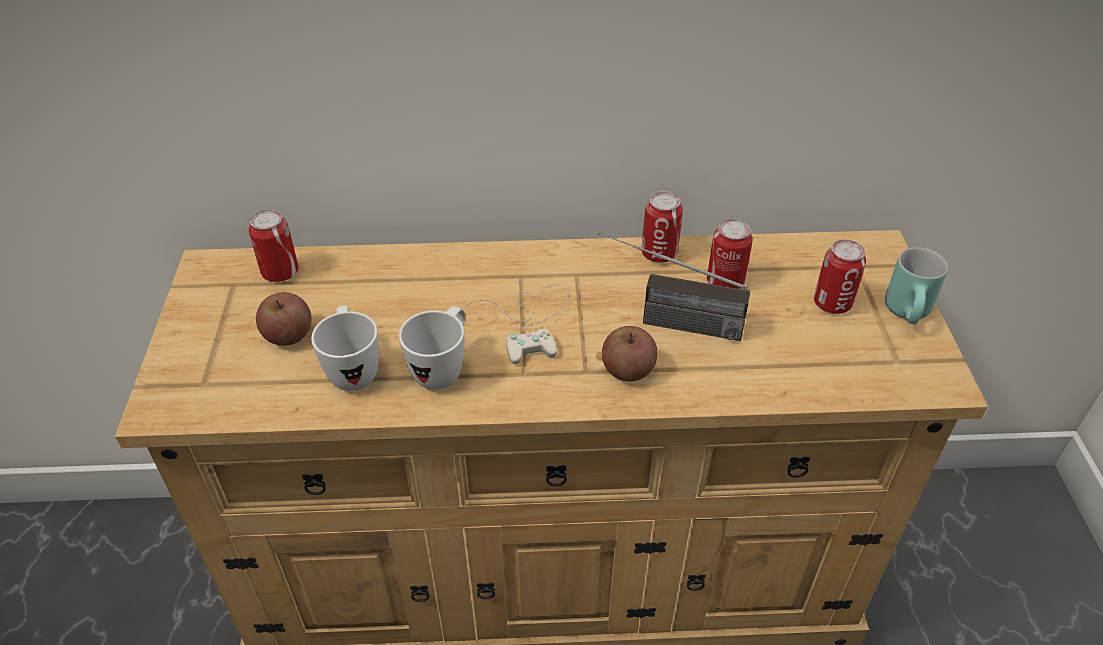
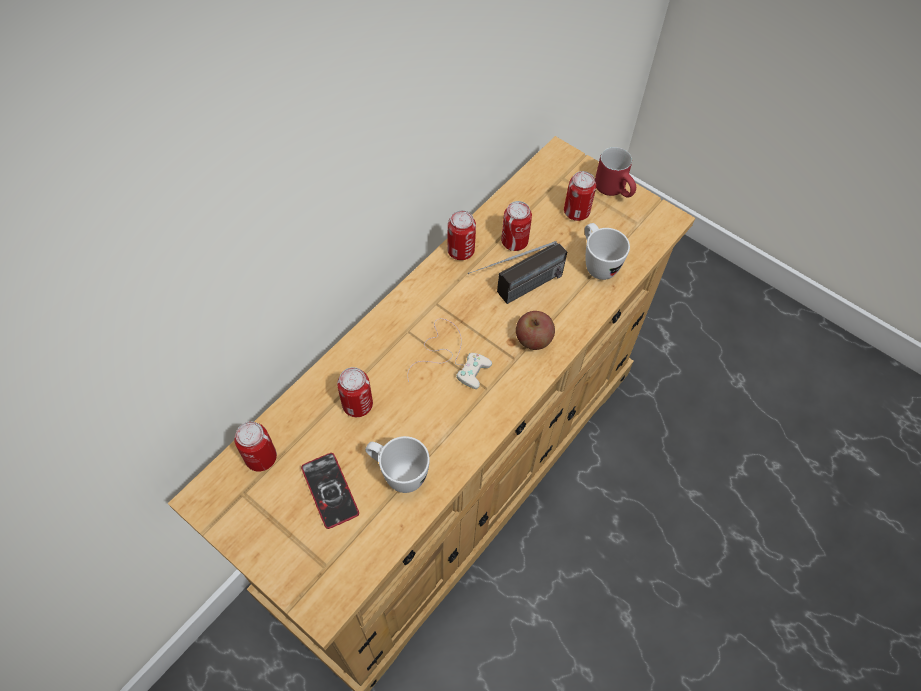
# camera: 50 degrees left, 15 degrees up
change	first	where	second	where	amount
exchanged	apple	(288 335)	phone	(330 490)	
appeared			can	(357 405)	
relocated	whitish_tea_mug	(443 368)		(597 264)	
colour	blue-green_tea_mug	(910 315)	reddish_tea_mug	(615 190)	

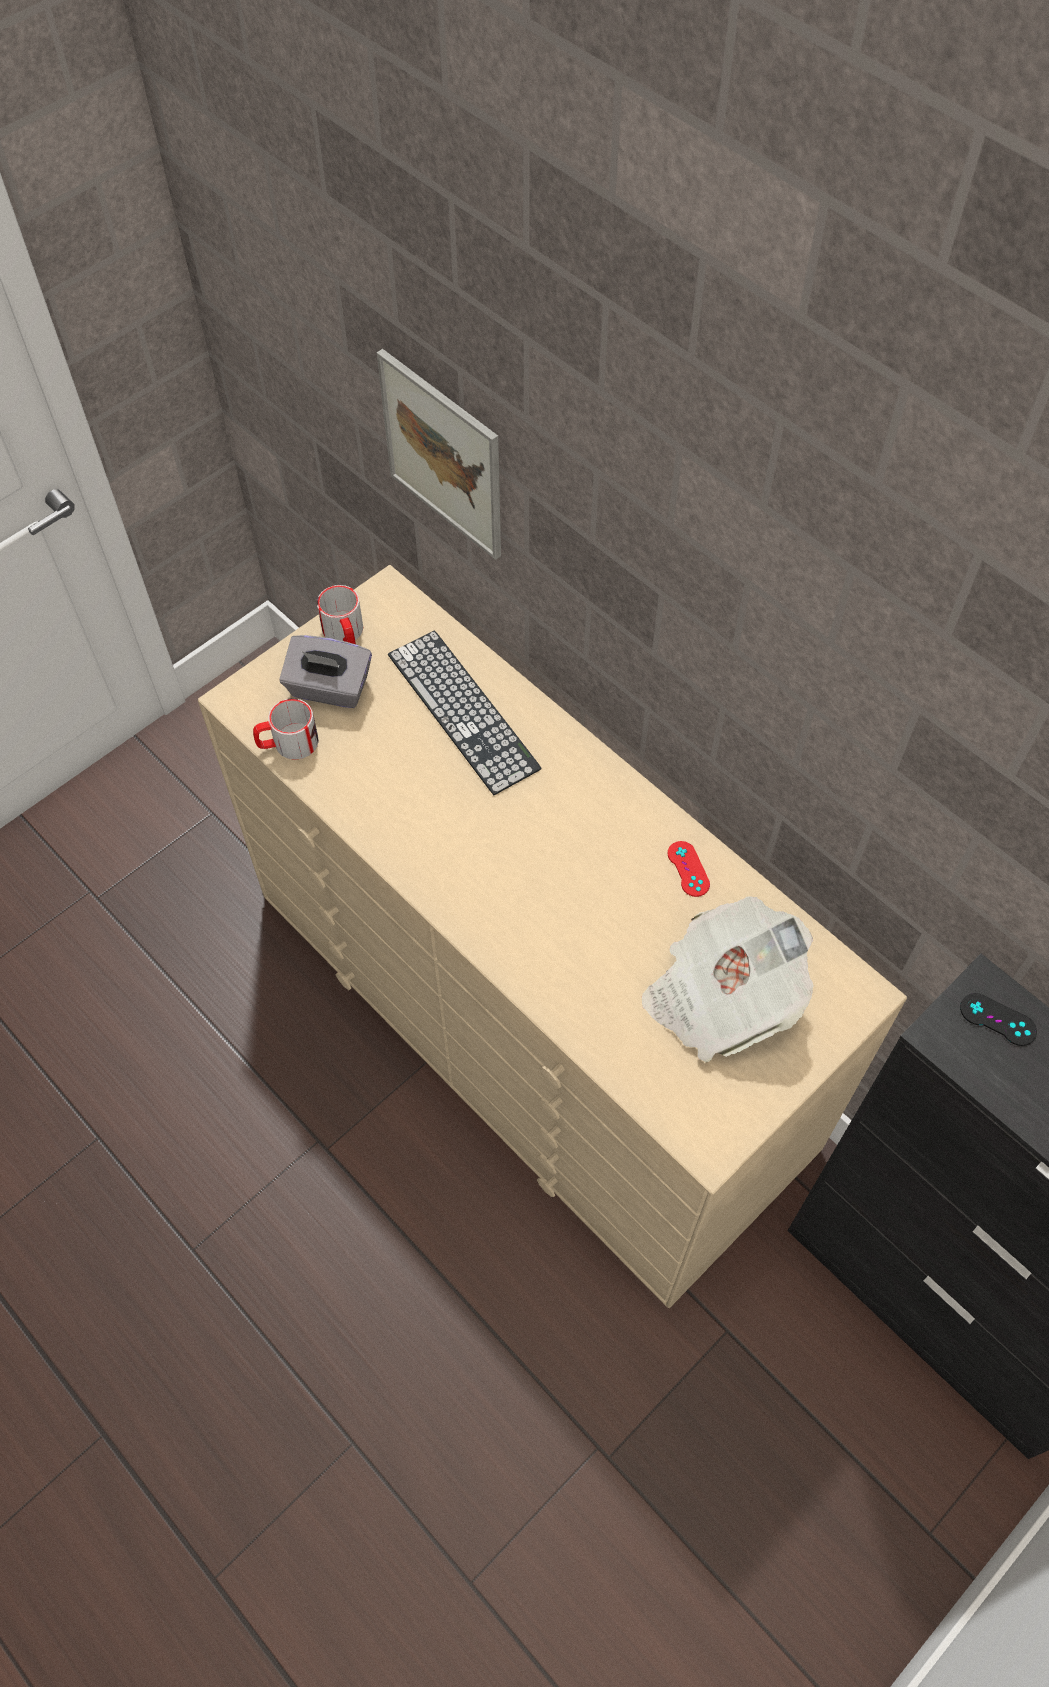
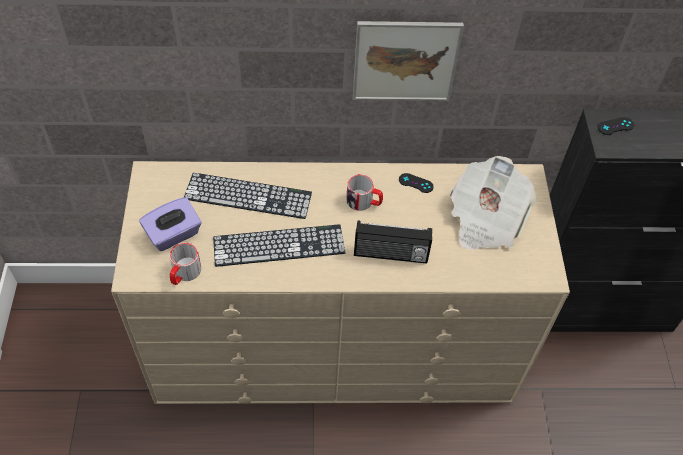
# camera: 50 degrees left, 5 degrees down
change	first	where	second	where	amount
colour	grey_tissue_holder	(329 689)	purple_tissue_holder	(174 235)	
appeared			computer_keyboard	(279 245)	
relocated	tea_mug	(345 634)		(364 202)	
relocated	wall_picture	(443 455)		(405 61)	
appeared			radio	(390 255)	
colour	reddish_gamepad	(688 869)	blackish_gamepad	(416 183)	

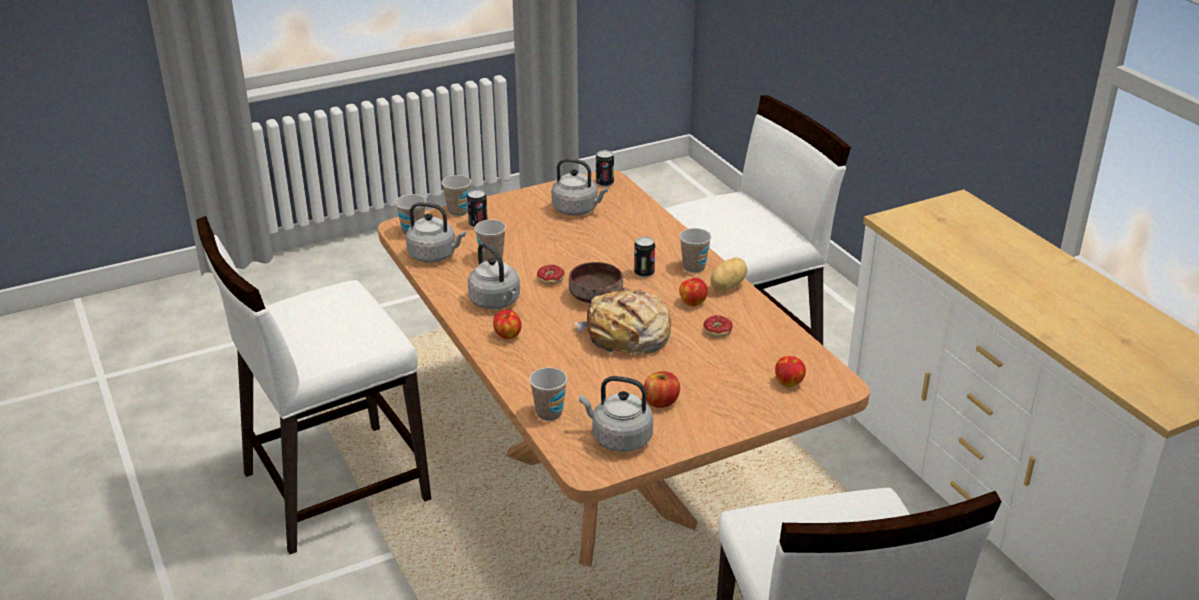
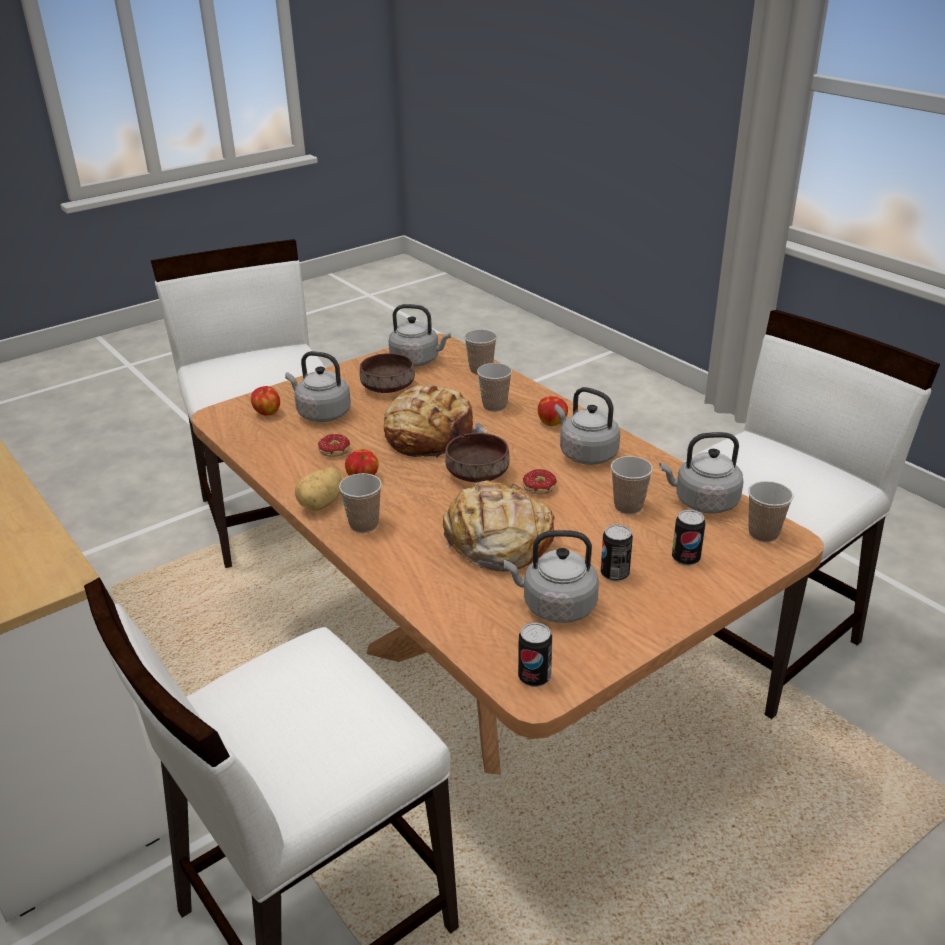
# camera: 170 degrees right, 0 degrees up
change	first	where	second	where	amount
appeared			grey_water_kettle	(321 413)	
exchanged	apple	(661 402)	brown-coloured_deep_dish	(386 387)	
appeared			bread	(497 541)	
relocated	cup	(458 212)		(494 406)	
relocated	can	(644 273)		(614 574)	

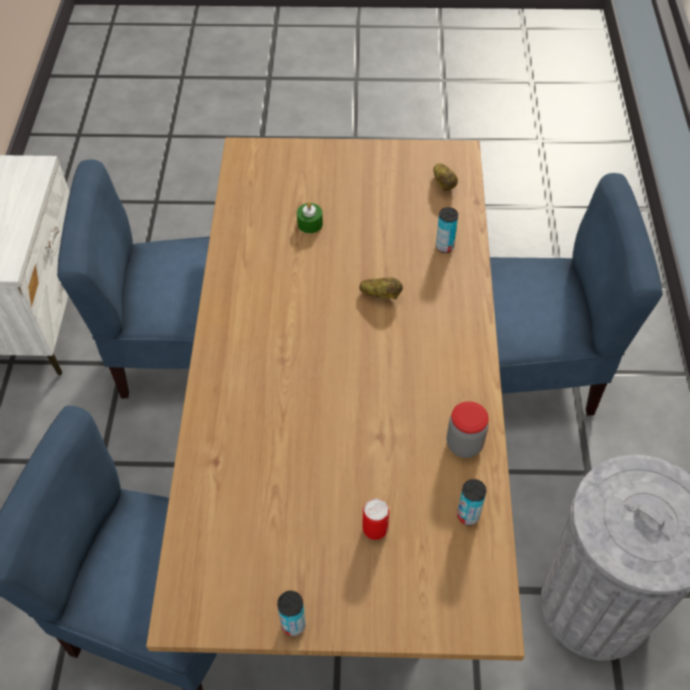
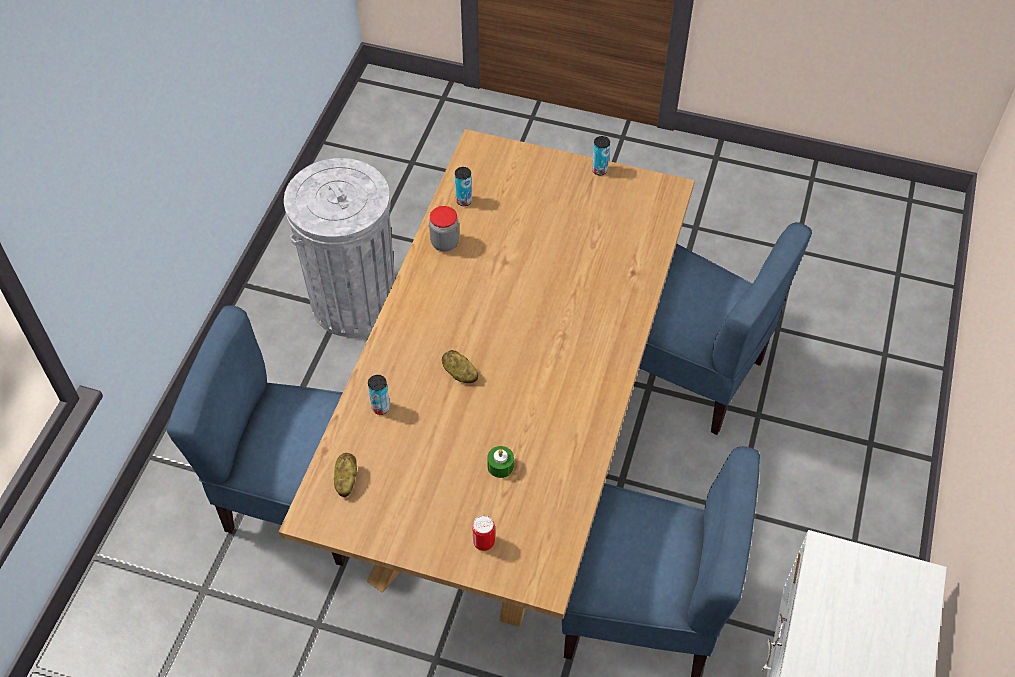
# camera: 165 degrees left, 0 degrees up
change	first	where	second	where	amount
relocated	can	(375 529)		(484 542)	

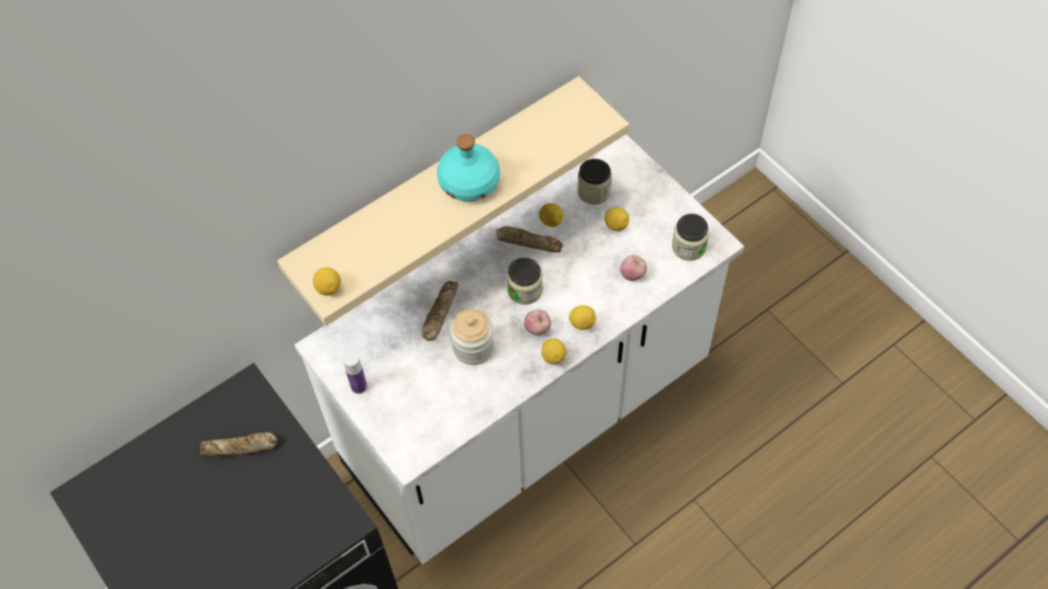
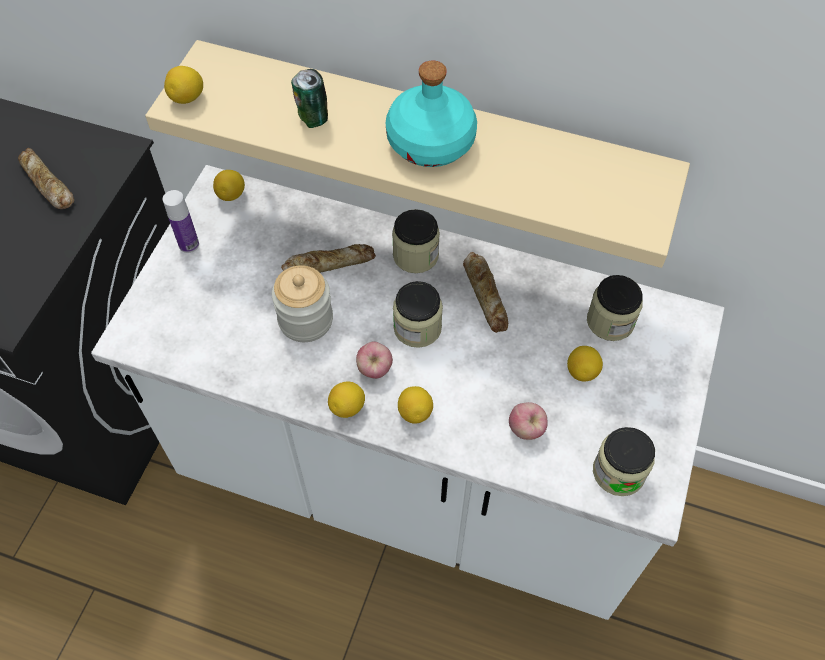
# camera: 55 degrees right, 0 degrees up
change	first	where	second	where	amount
relocated	lemon	(551 221)		(231 195)	
appeared			can	(313 119)	
appeared			jar	(415 255)	

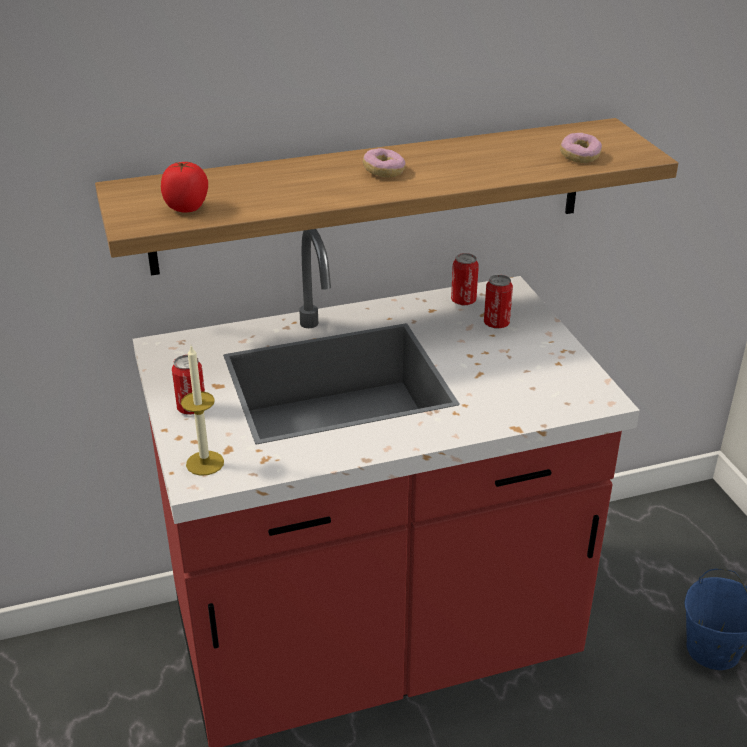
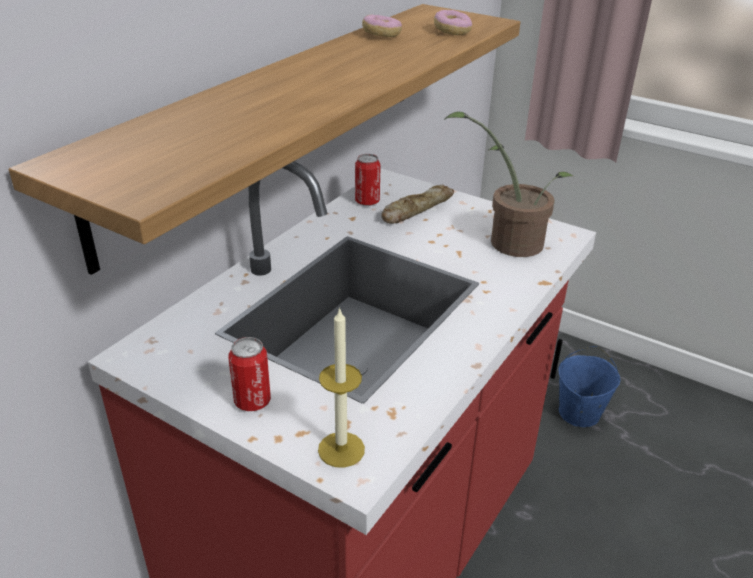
# camera: 40 degrees left, 0 degrees up
change	first	where	second	where	amount
relocated	donut	(384 172)		(381 35)	
exchanged	can	(496 324)	bread	(416 209)	
appeared			plant_in_a_pot	(508 241)	
missing	tomato	(187 208)			

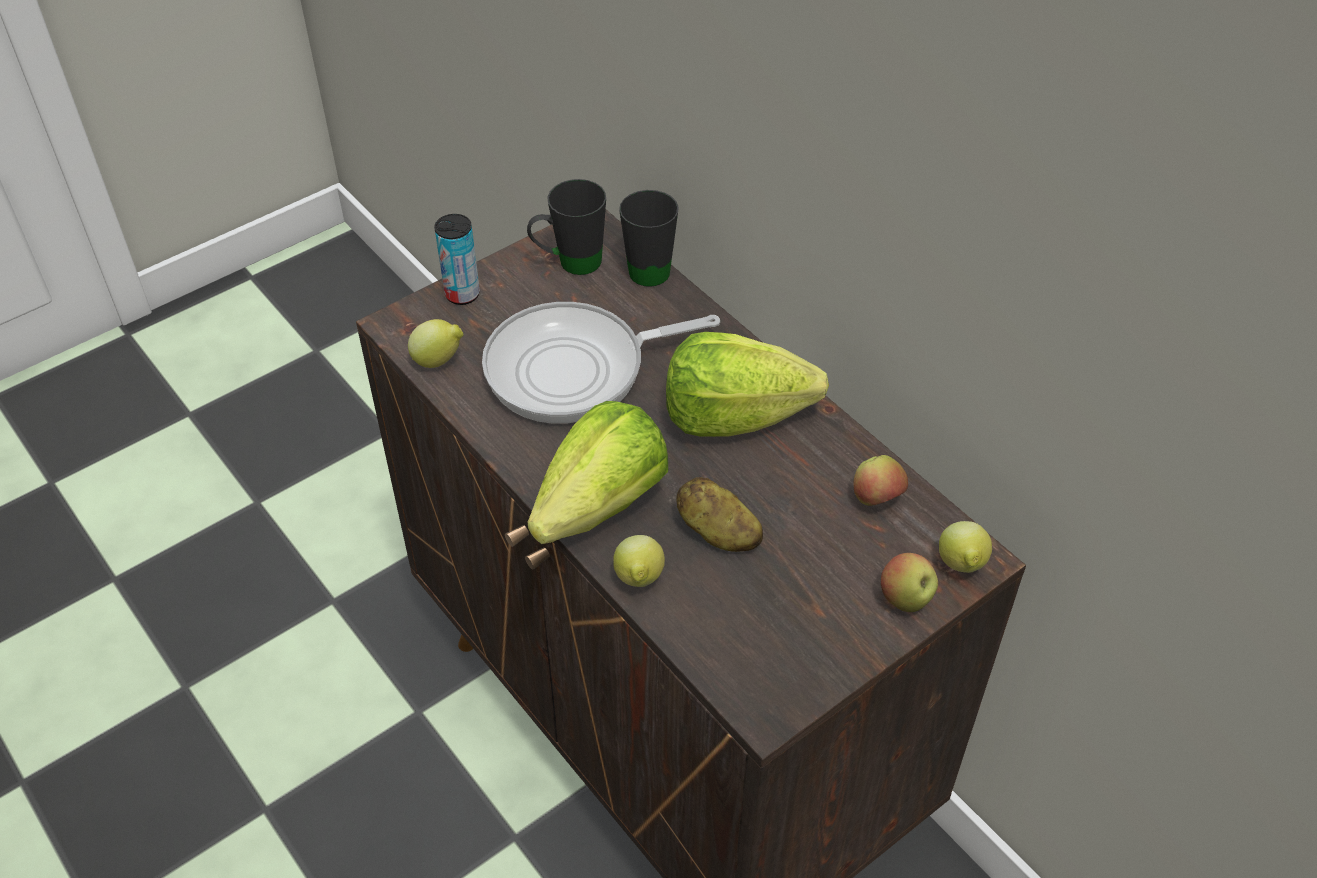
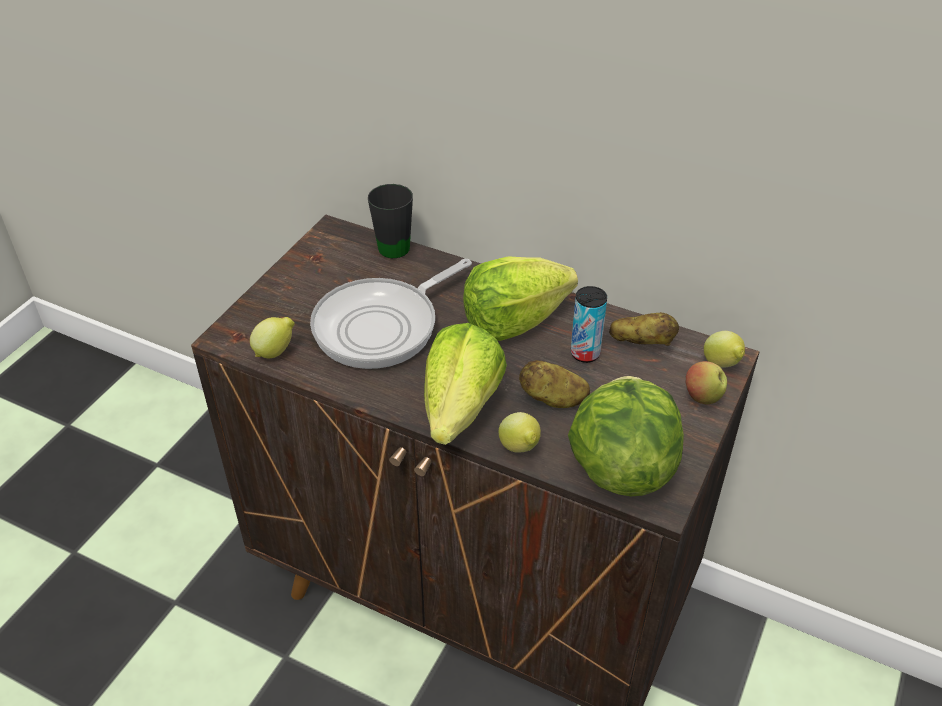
# camera: 25 degrees left, 5 degrees down
change	first	where	second	where	amount
appeared			lettuce_head	(620 467)	
relocated	can	(462 294)		(585 353)	
exchanged	apple	(877 499)	spud	(642 342)	
missing	blackish_tea_mug	(569 263)			

